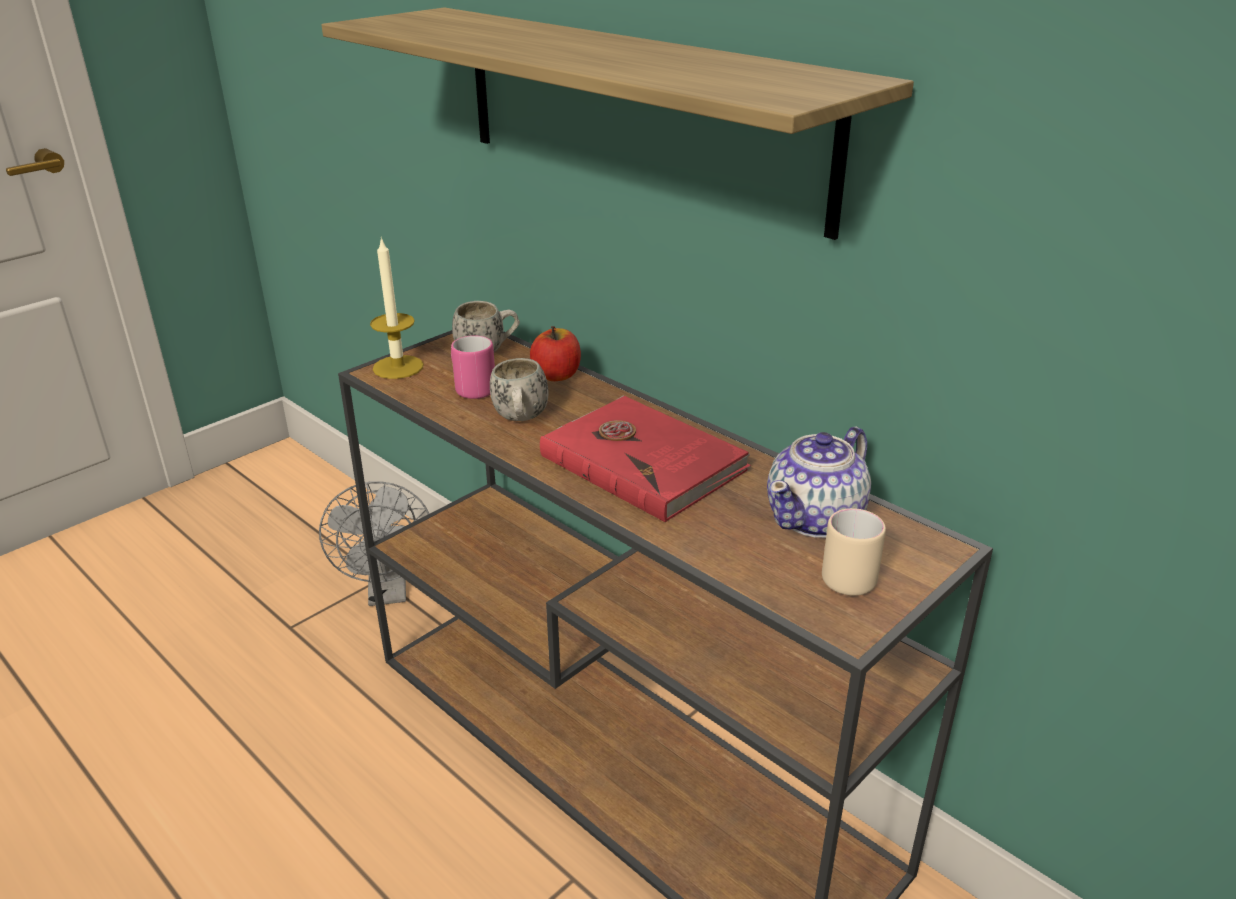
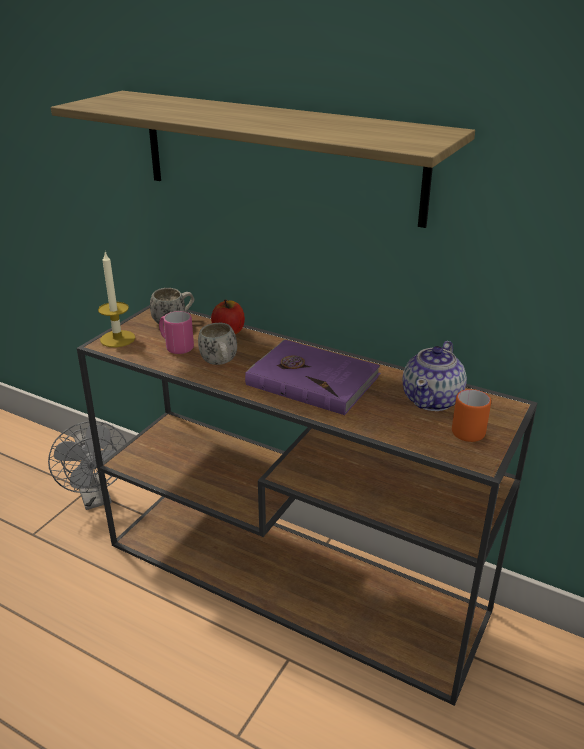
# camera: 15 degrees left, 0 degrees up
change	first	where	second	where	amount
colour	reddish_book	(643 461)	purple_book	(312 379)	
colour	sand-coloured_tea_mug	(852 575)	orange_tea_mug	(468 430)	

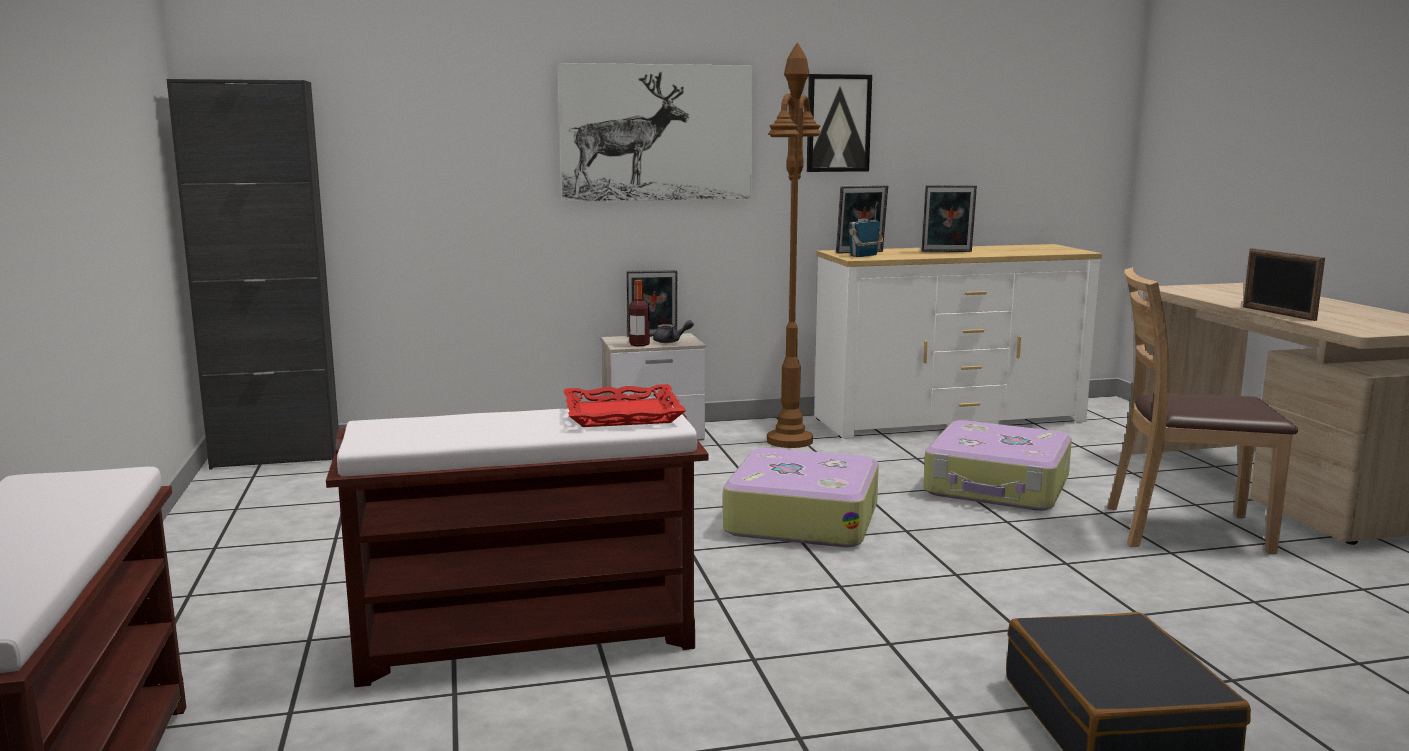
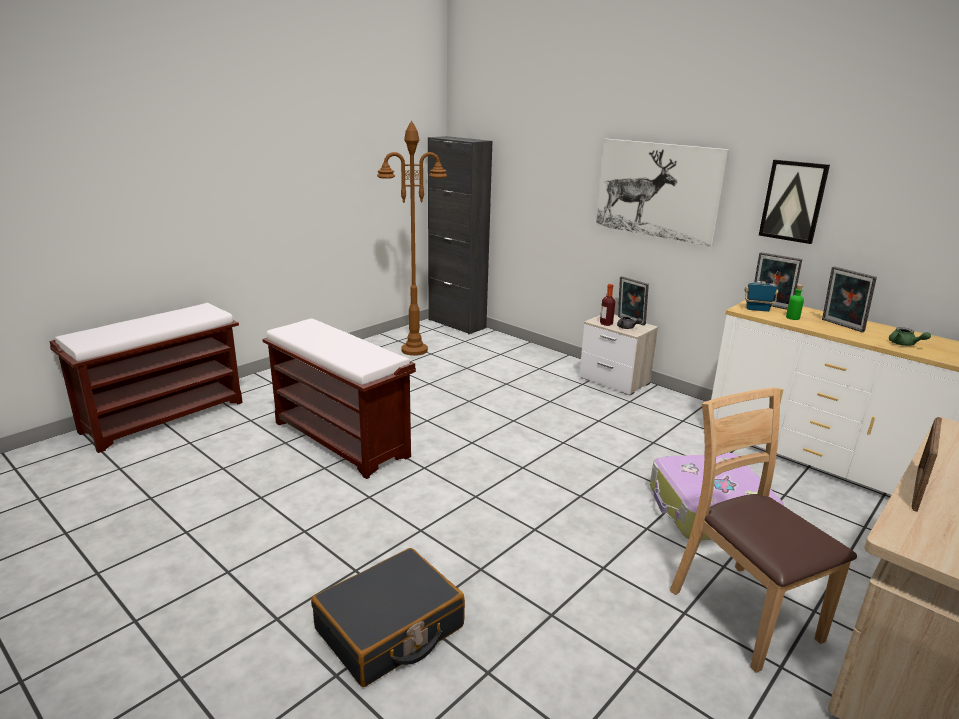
# camera: 55 degrees right, 10 degrees up
change	first	where	second	where	amount
relocated	brown-coloured_standing_lamp	(789 441)		(415 350)	
appeared			greenish_bottle	(792 318)	
appeared			greenish_tea_pot	(904 344)	
missing	reddish_tray	(622 414)			
missing	travel_case	(801 518)			

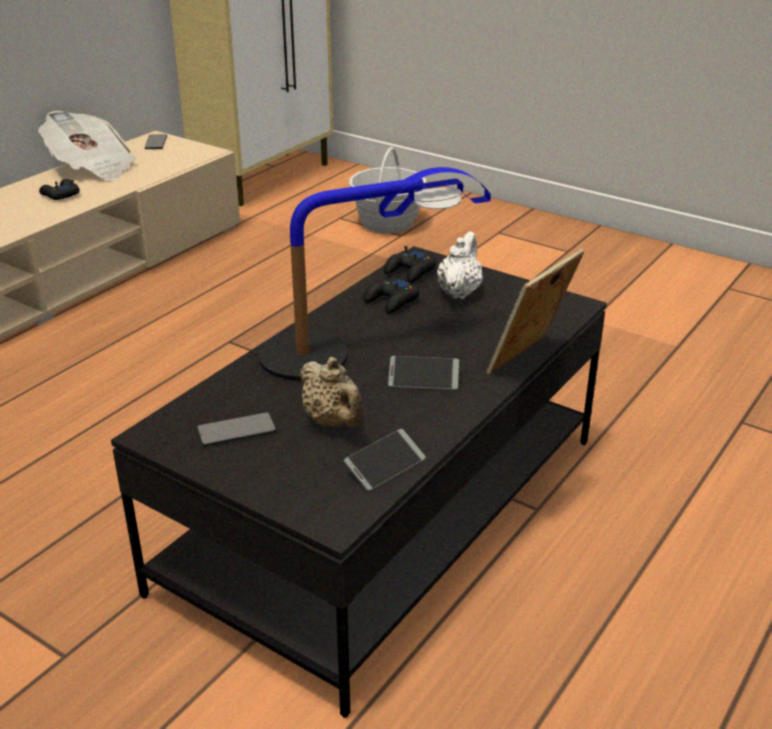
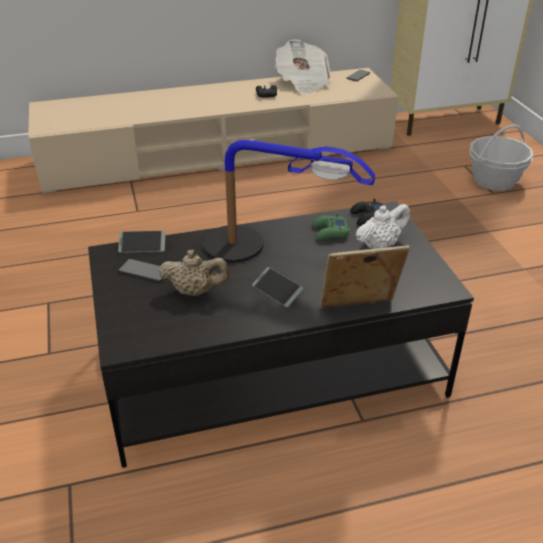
# camera: 40 degrees right, 5 degrees up
change	first	where	second	where	amount
relocated	phone	(385 466)		(142 246)	
spun	sand-coloured_tea_pot	(334 422)		(195 291)	90 degrees counterclockwise
colour	blackish_gamepad	(391 301)	greenish_gamepad	(329 232)	

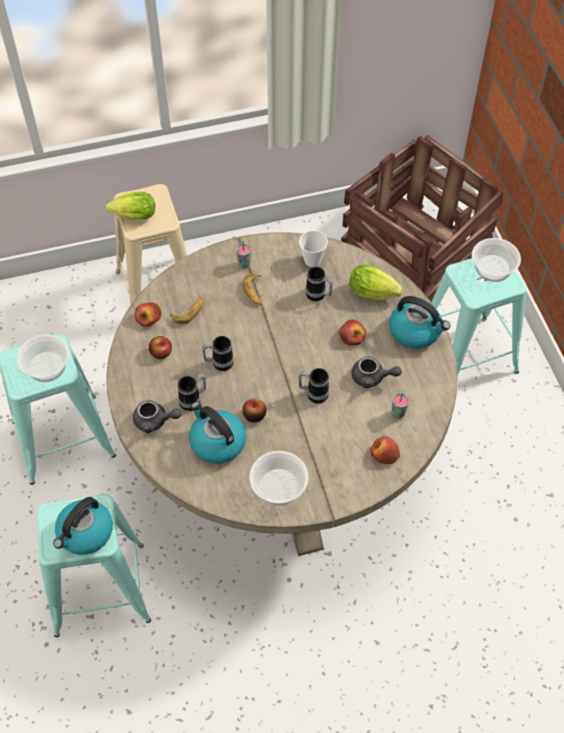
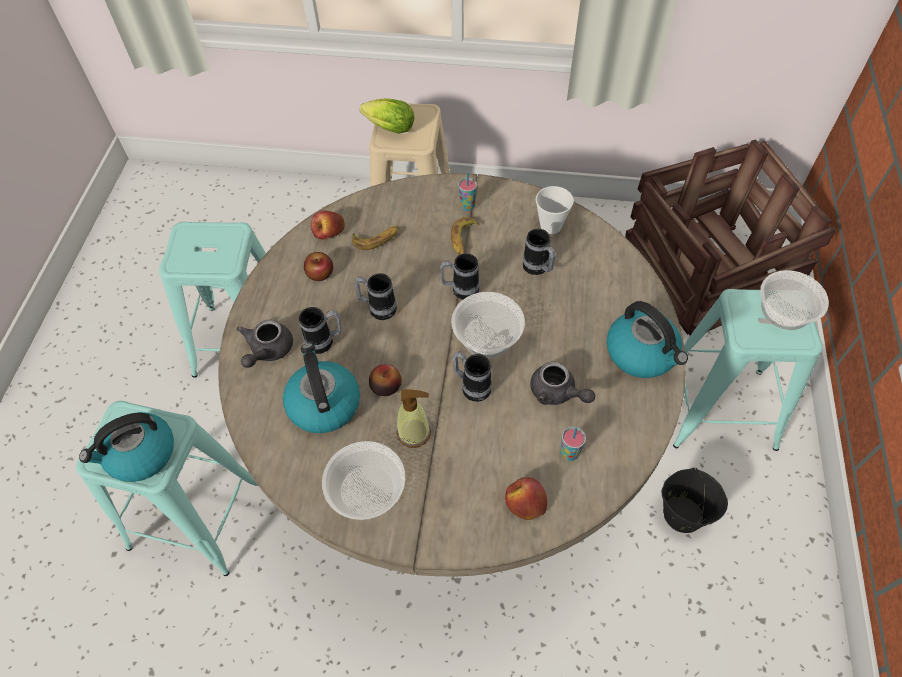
# camera: 25 degrees right, 0 degrees up
change	first	where	second	where	amount
spun	grey_tea_pot	(155 421)		(267 351)	75 degrees clockwise
appeared			soap_dispenser	(414 433)	
appeared			tea_mug	(460 290)	
relocated	deep_dish	(47 366)		(488 337)	
appeared			blackish_water_bucket	(682 514)	
missing	apple	(352 336)			
missing	lettuce_head	(375 294)			

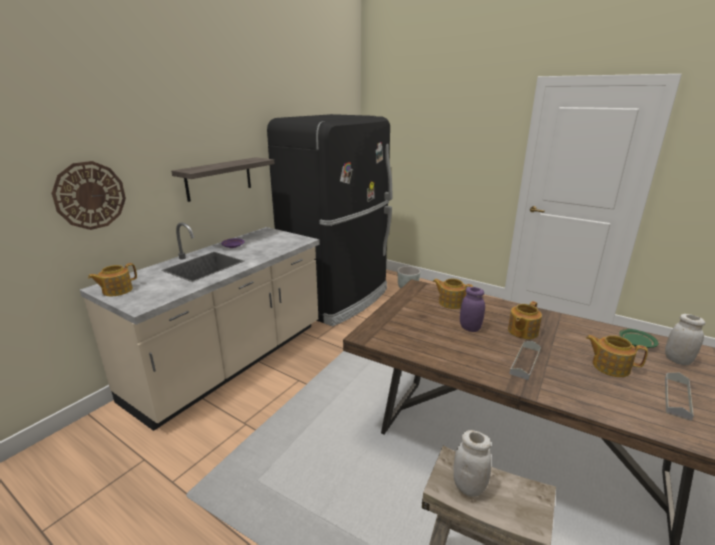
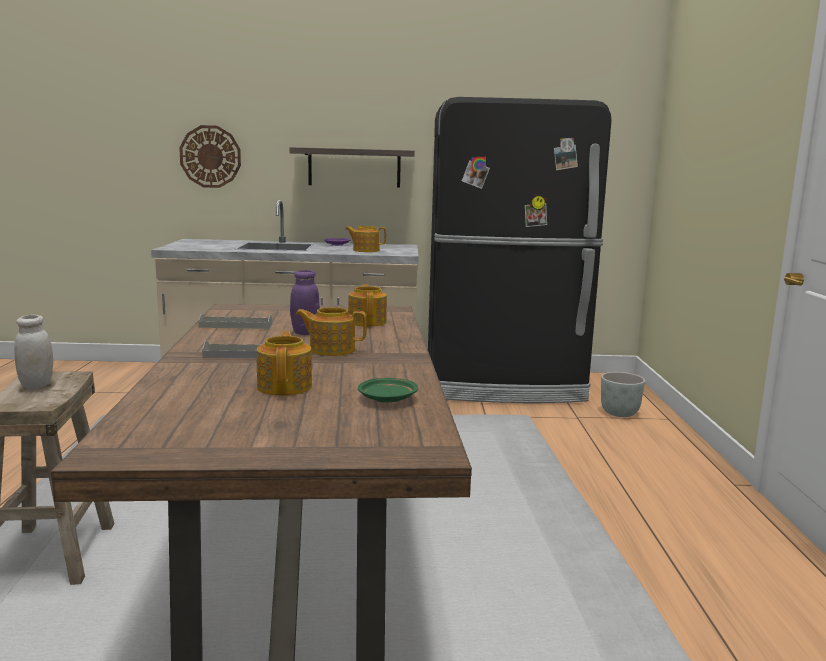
# camera: 55 degrees right, 10 degrees down
change	first	where	second	where	amount
relocated	grey_tray	(677 398)		(236 325)	
relocated	tea_pot	(117 290)		(365 250)	
missing	whitish_jar	(677 360)			

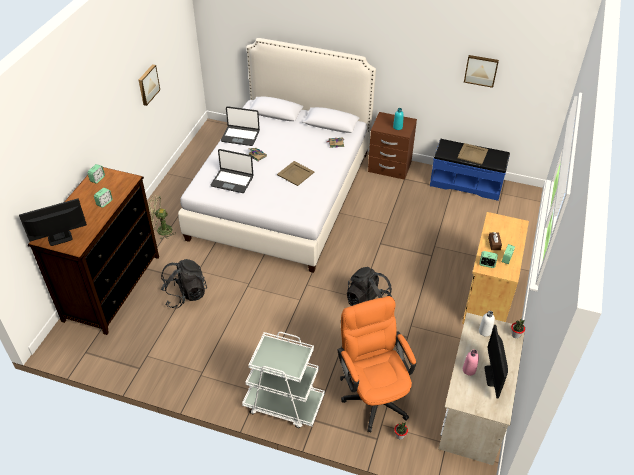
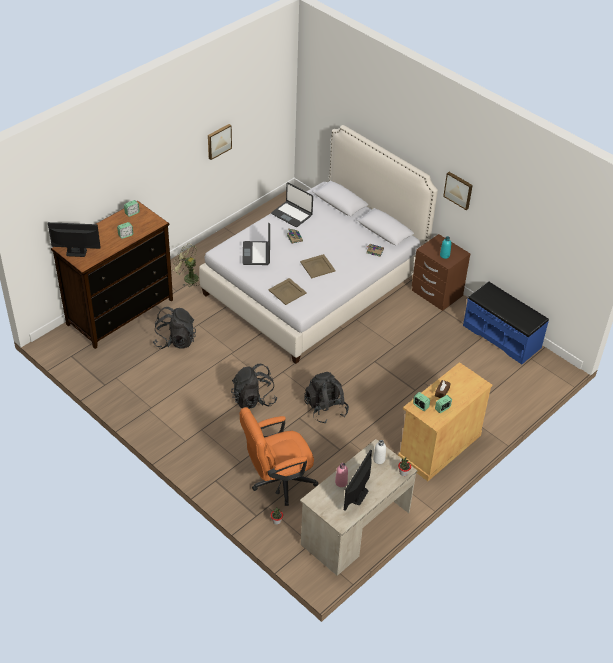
# camera: 25 degrees right, 0 degrees up
change	first	where	second	where	amount
appeared			blackish_backpack	(253 399)	
spun	orange_office_chair	(373 394)		(277 481)	120 degrees counterclockwise
spun	laptop	(232 181)		(256 254)	45 degrees clockwise
relocated	sand-coloured_tray	(472 153)		(287 291)	
relocated	wall_picture	(481 70)		(458 190)	
missing	whitish_wheeled_cart	(283 404)			

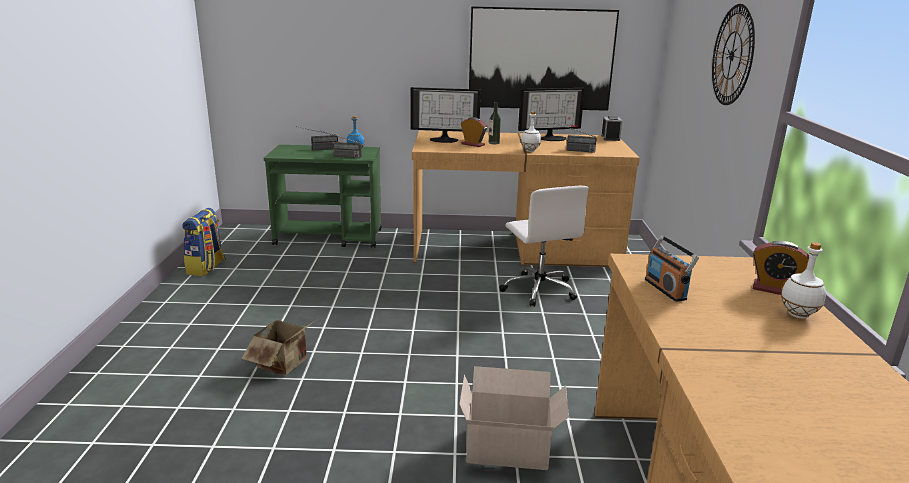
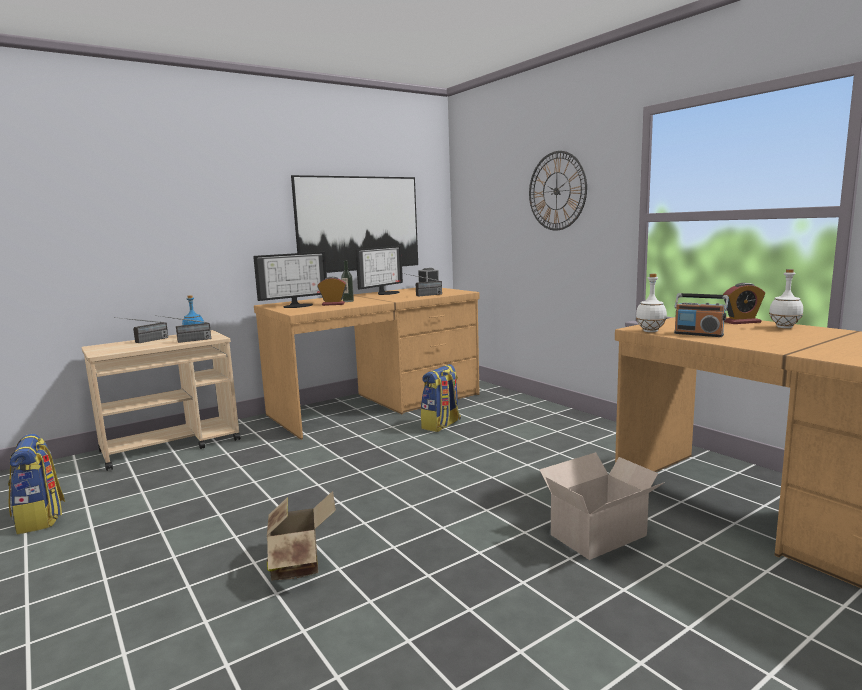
# camera: 35 degrees left, 10 degrees down
change	first	where	second	where	amount
colour	greenish_wheeled_cart	(329 237)	sand-coloured_wheeled_cart	(172 445)	
exchanged	whitish_office_chair	(539 289)	backpack	(441 425)	
relocated	whitish_bottle	(530 151)		(650 331)	

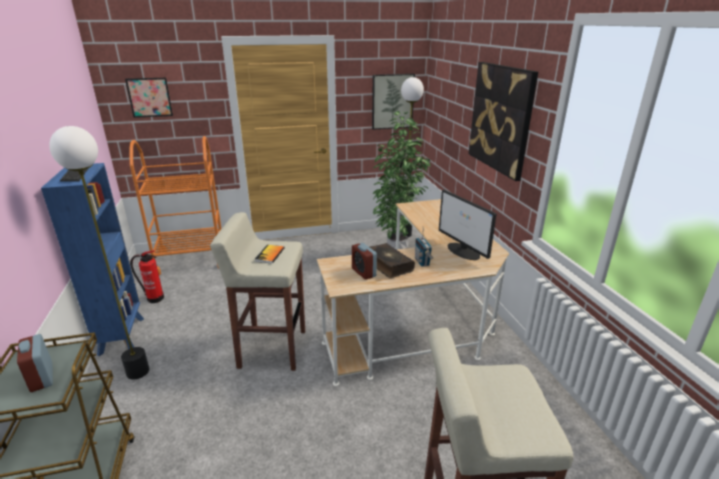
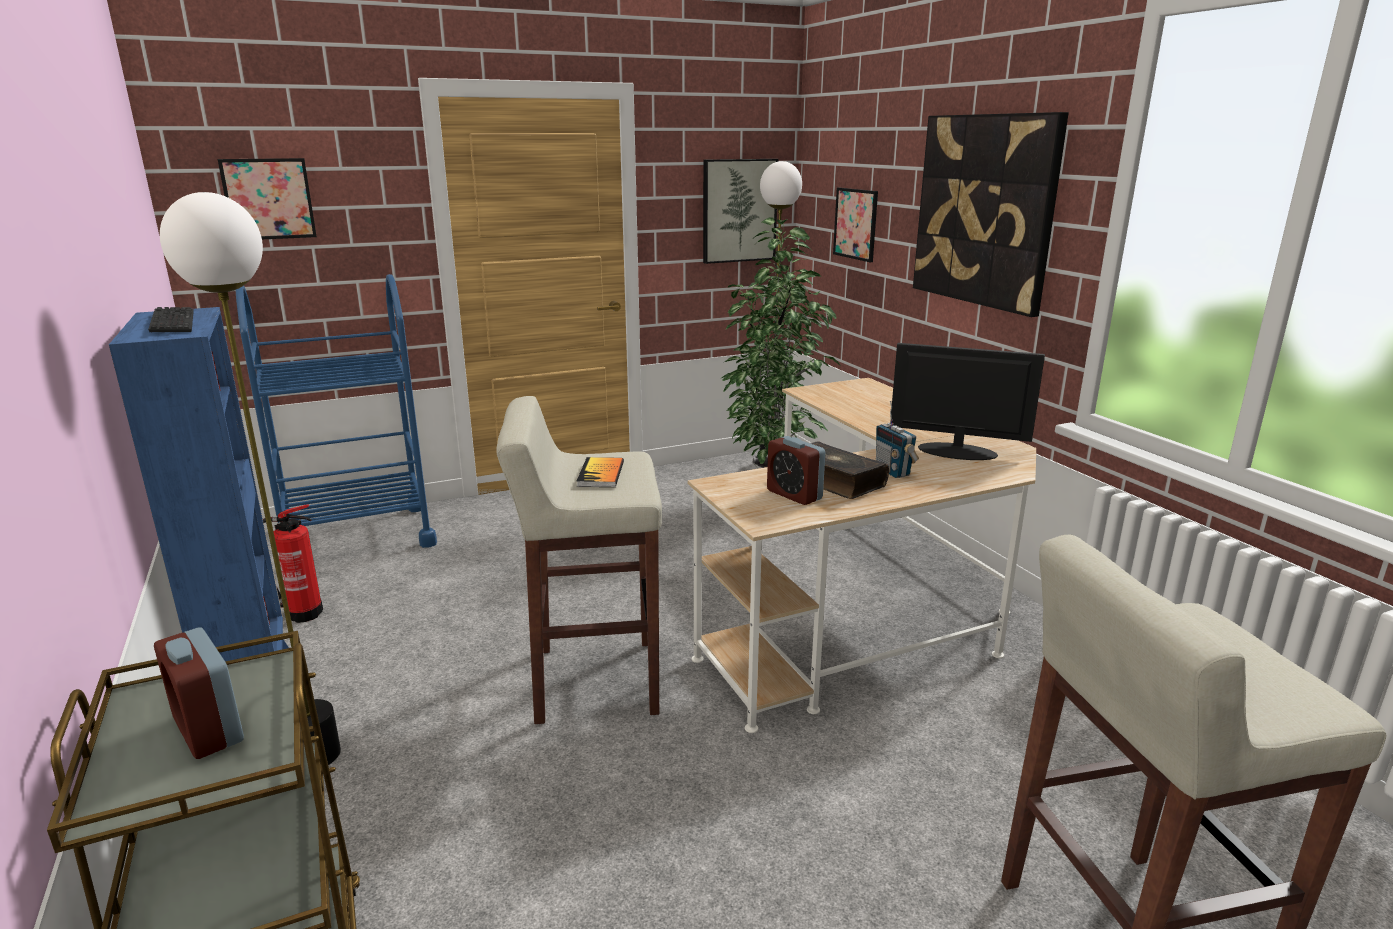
# camera: 10 degrees left, 5 degrees down
change	first	where	second	where	amount
colour	orange_wheeled_cart	(191 260)	bluish_wheeled_cart	(358 537)	
appeared			wall_picture	(855 224)	
spun	monitor	(463 251)		(956 451)	150 degrees clockwise

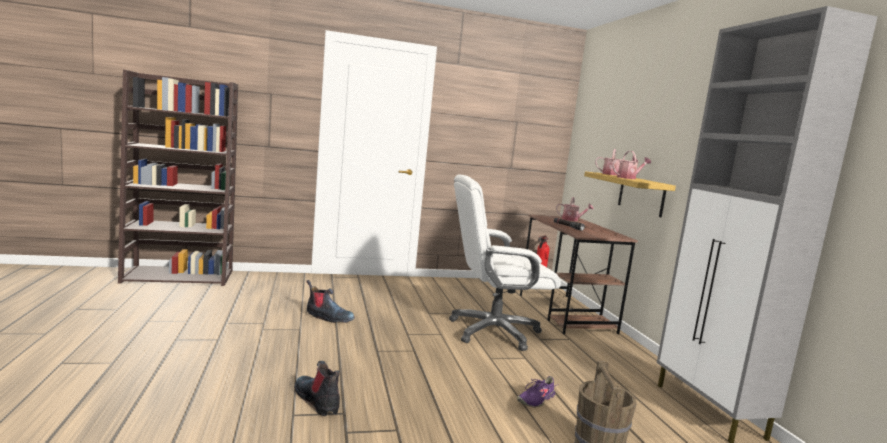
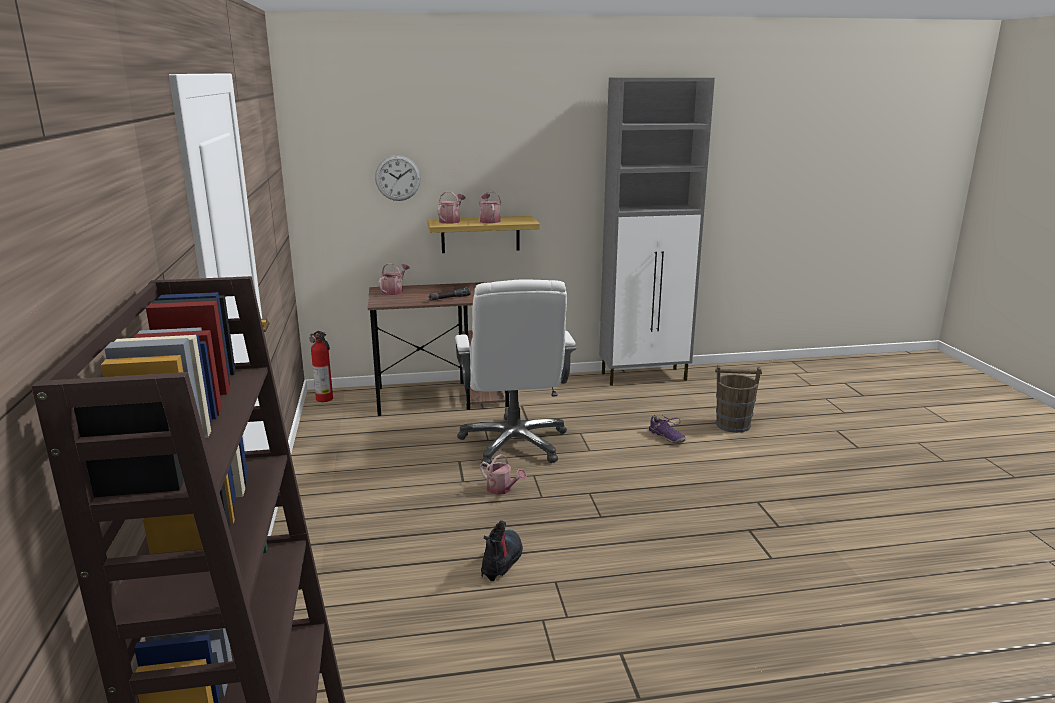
# camera: 85 degrees left, 10 degrees up
change	first	where	second	where	amount
appeared			hanging_clock	(398 178)	
appeared			sprinkling_can	(502 489)	
missing	boot	(318 401)			

